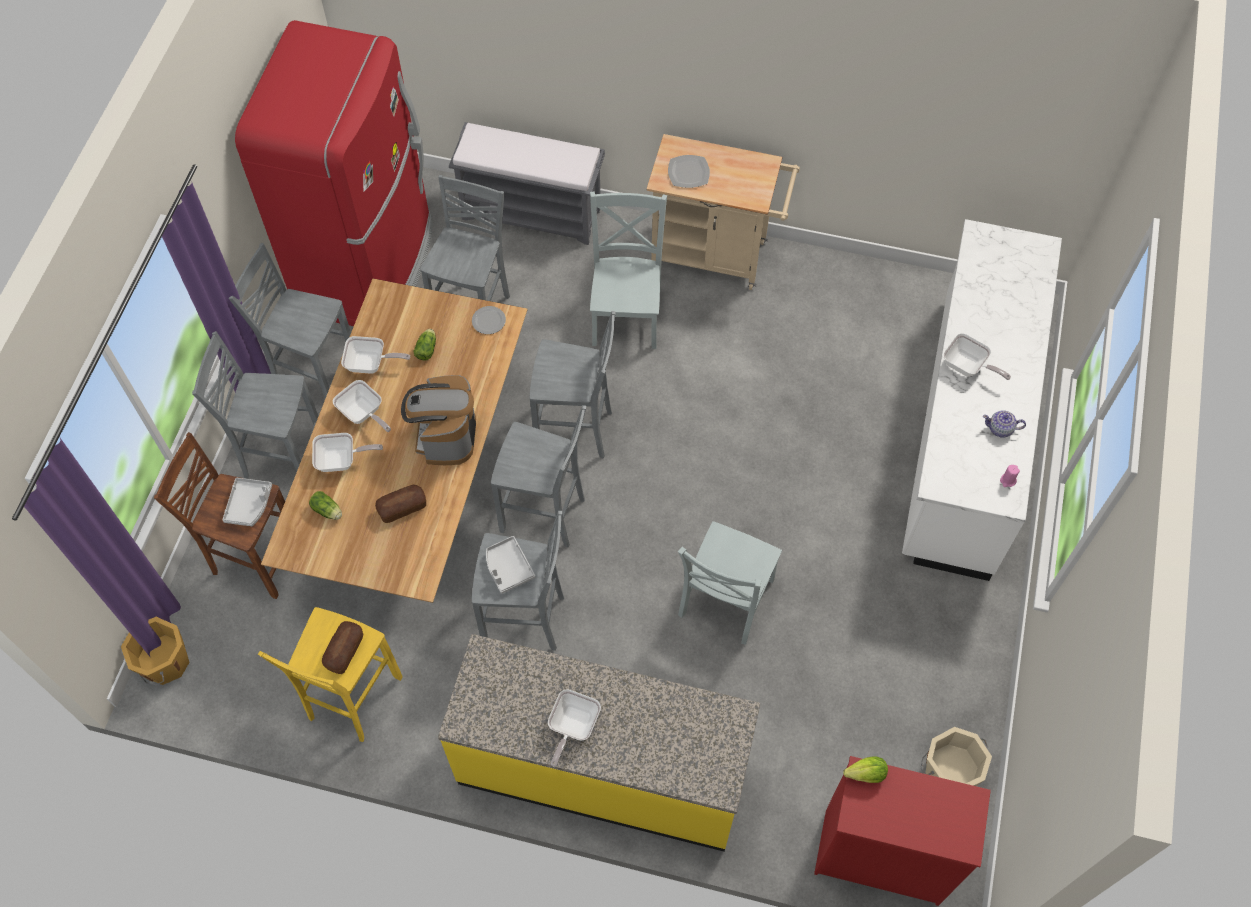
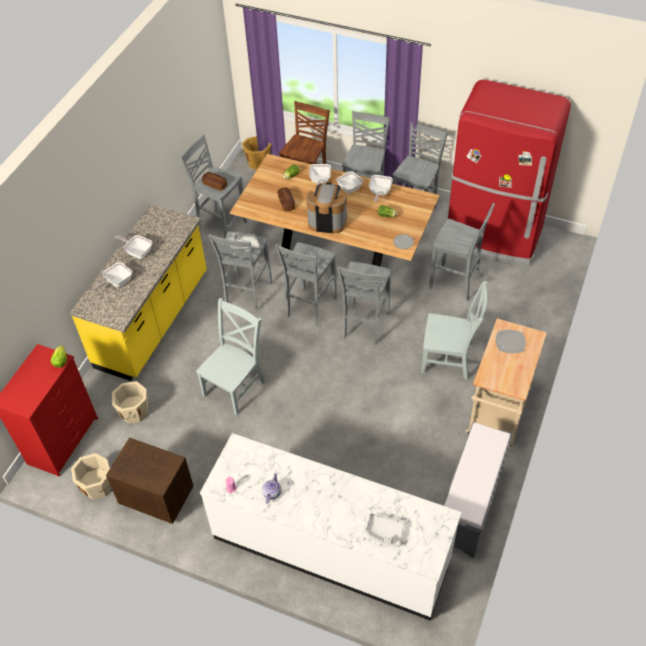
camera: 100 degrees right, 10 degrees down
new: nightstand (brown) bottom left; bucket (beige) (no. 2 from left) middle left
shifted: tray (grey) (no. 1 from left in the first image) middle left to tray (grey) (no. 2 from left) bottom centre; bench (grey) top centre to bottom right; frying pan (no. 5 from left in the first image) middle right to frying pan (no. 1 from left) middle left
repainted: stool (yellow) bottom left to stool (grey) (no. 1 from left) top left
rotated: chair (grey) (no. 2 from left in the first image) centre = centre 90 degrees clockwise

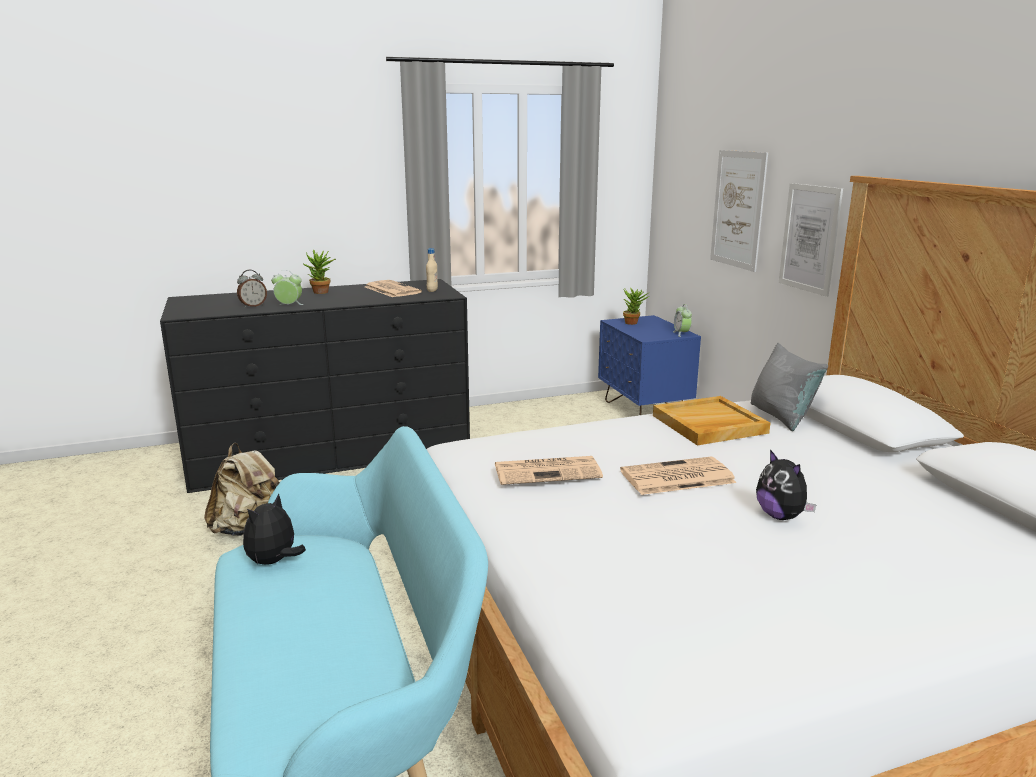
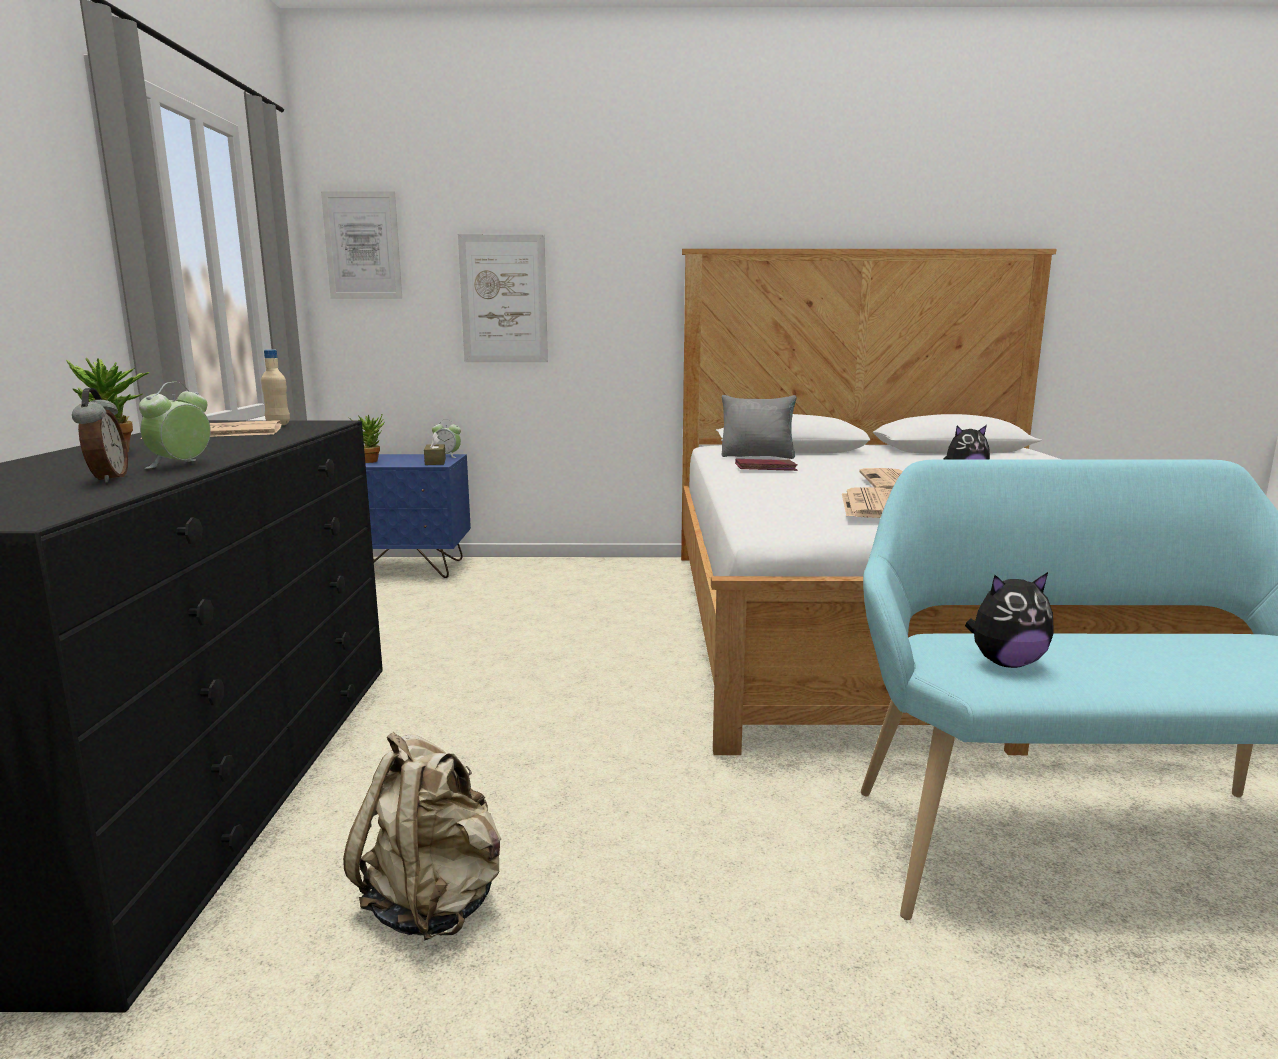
camera: 70 degrees left, 5 degrees down
new: tissue box (brown) centre
shifted: picture (no. 2 from left in the first image) top right to picture (no. 1 from left) top left
swapped: tray (beige) middle right to book (red) centre
rotated: plush toy (no. 1 from left in the first image) bottom left = middle right 60 degrees counterclockwise

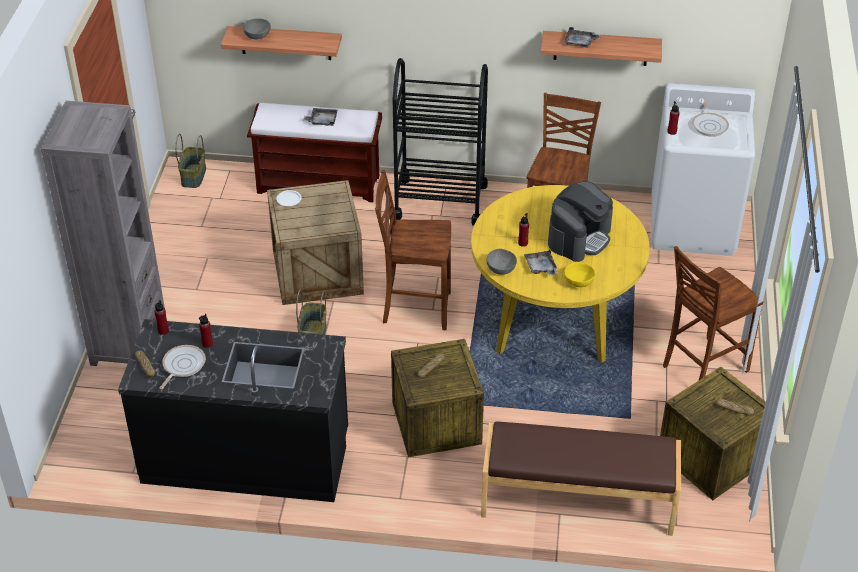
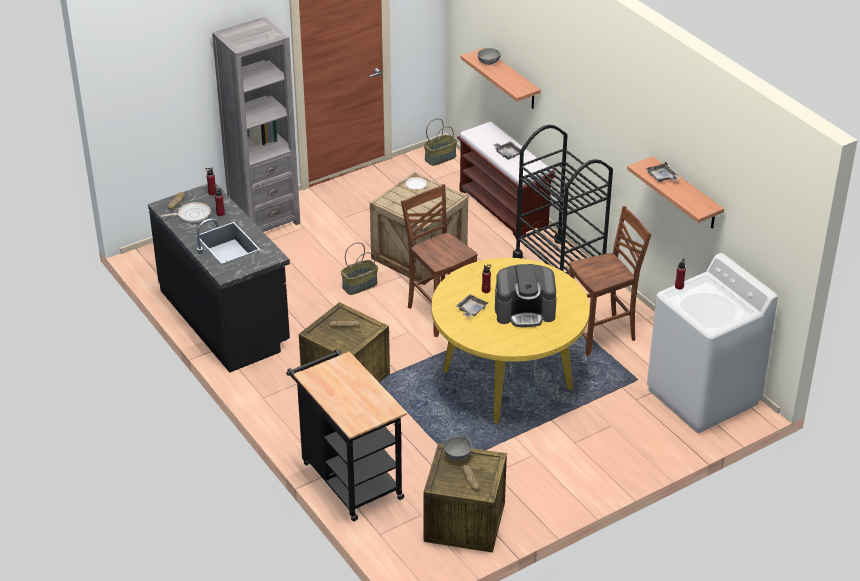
camera: 50 degrees right, 5 degrees down
gone: bowl (yellow) middle right; chair (brown) (no. 3 from left) middle right; frying pan (no. 2 from left) top right
shifted: bowl (grey) (no. 2 from left in the first image) centre to bowl (grey) (no. 1 from left) bottom centre
swapped: bench (brown) (no. 2 from left) bottom right to cart (black) (no. 1 from left) bottom centre

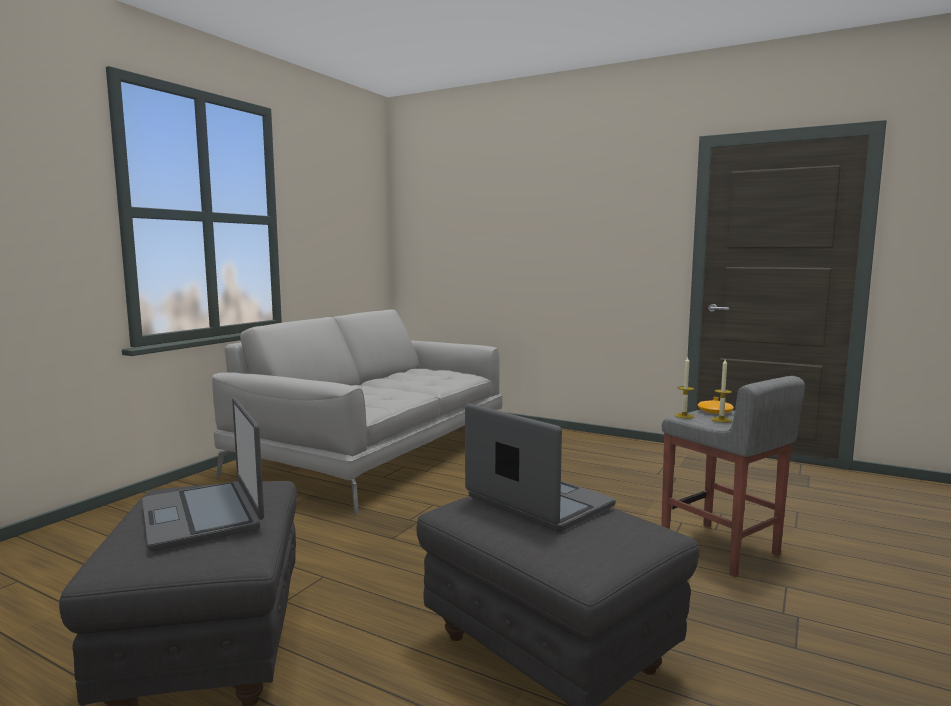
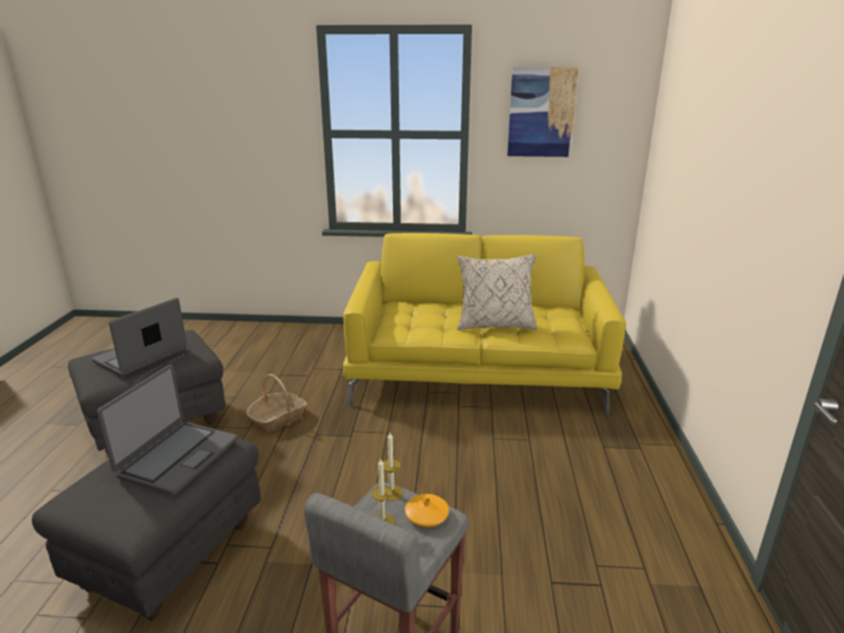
camera: 65 degrees right, 15 degrees up
new: basket middle left; pillow (beige) centre; picture top centre
repainted: sofa (grey) centre to sofa (yellow) centre

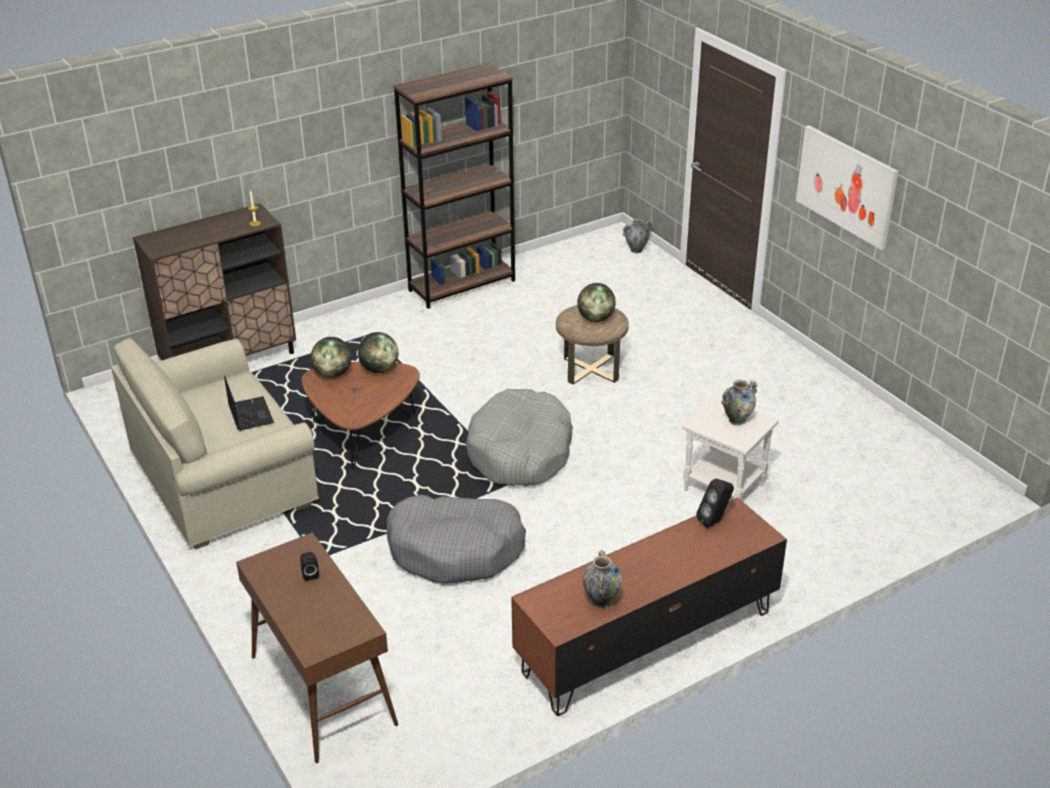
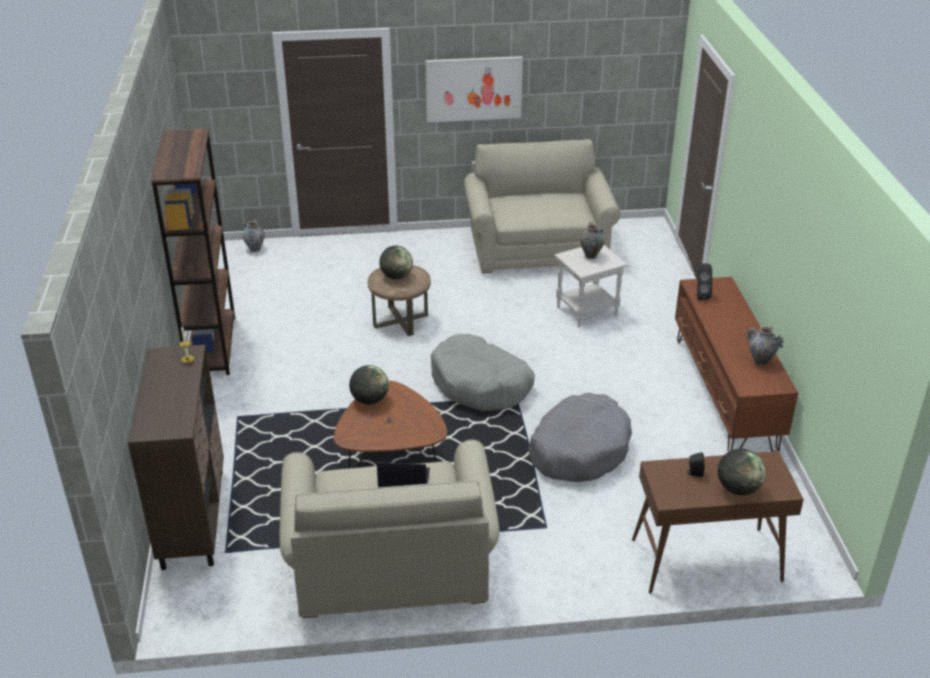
camera: 65 degrees left, 0 degrees up
new: sofa (beige) (no. 2 from left) top centre
shifted: globe (no. 1 from left in the first image) middle left to globe (no. 3 from left) bottom right

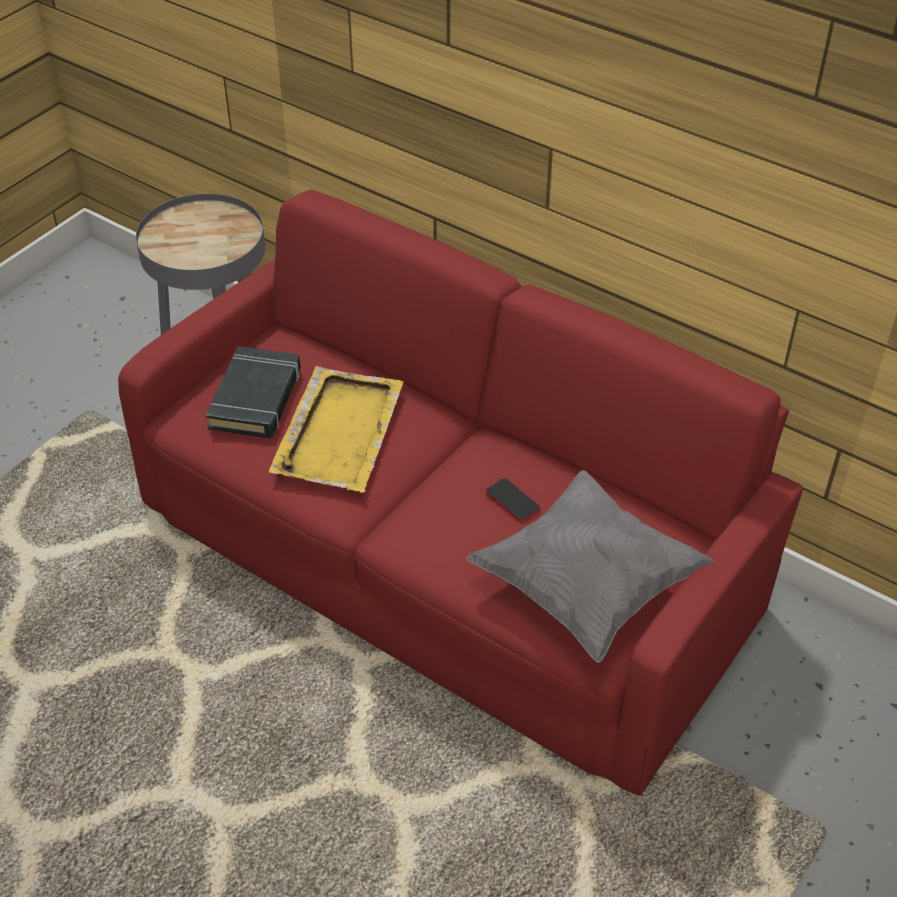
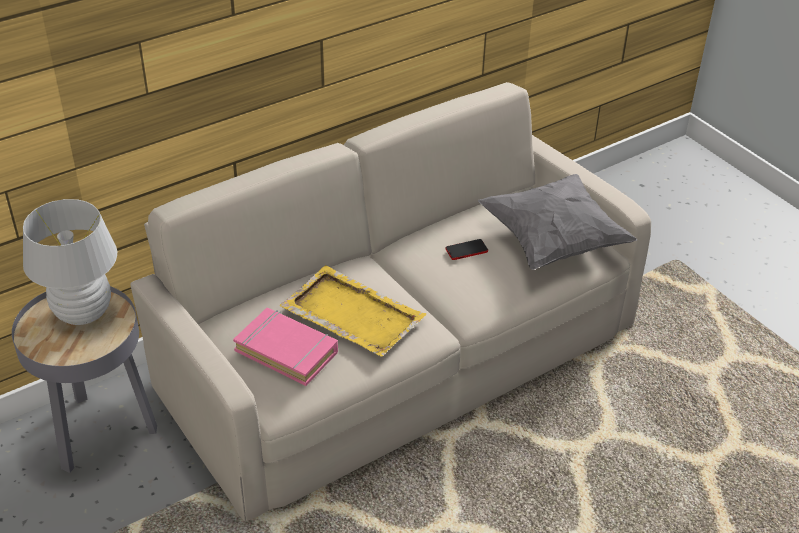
camera: 70 degrees left, 5 degrees down
new: table lamp (white) middle left
repainted: sofa (red) centre to sofa (beige) centre; book (black) middle left to book (pink) centre

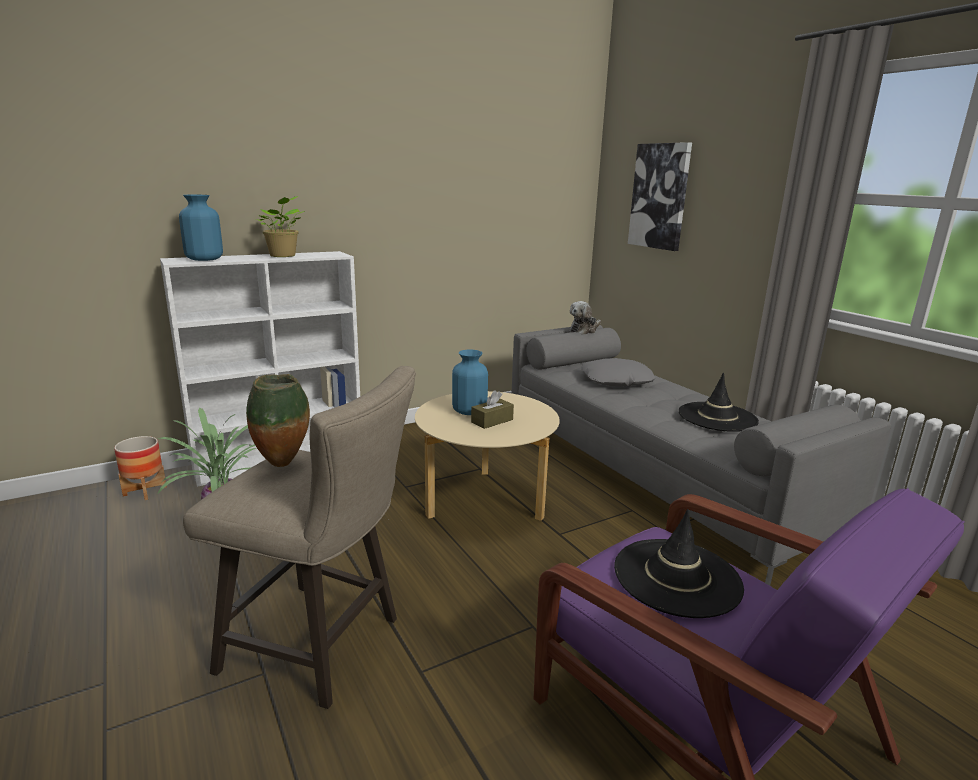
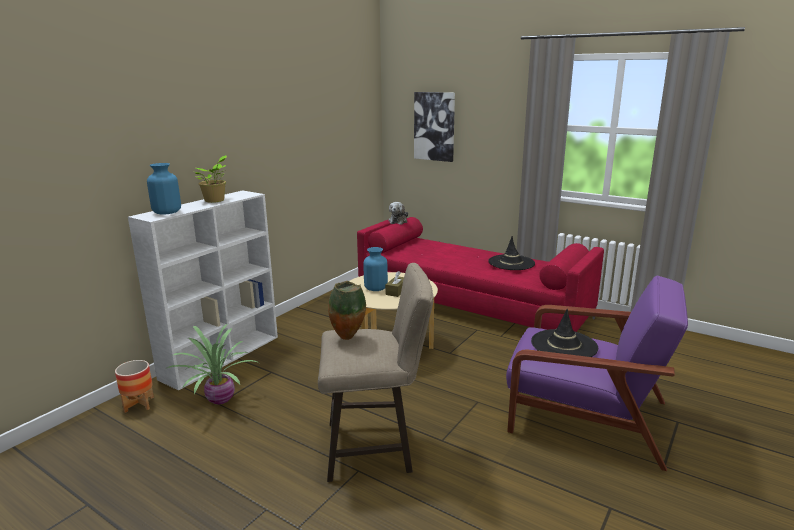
camera: 25 degrees left, 0 degrees up
gone: pillow (grey) centre
repainted: sofa (grey) middle right to sofa (red) centre

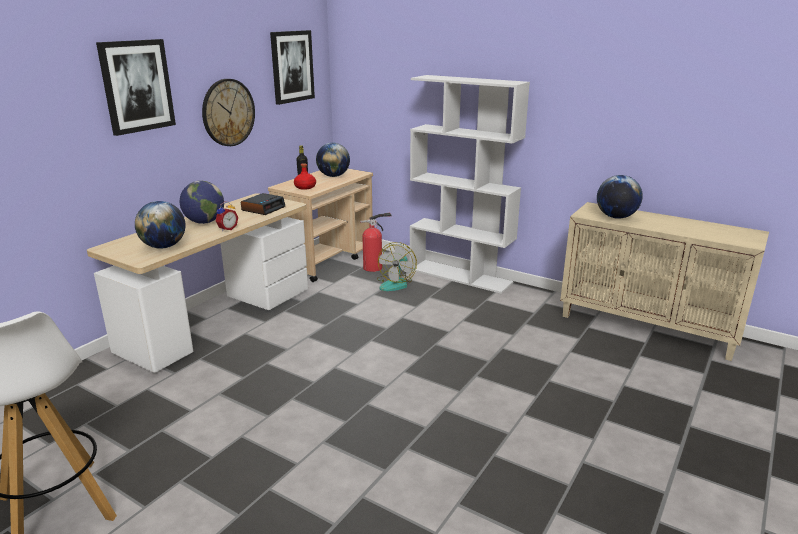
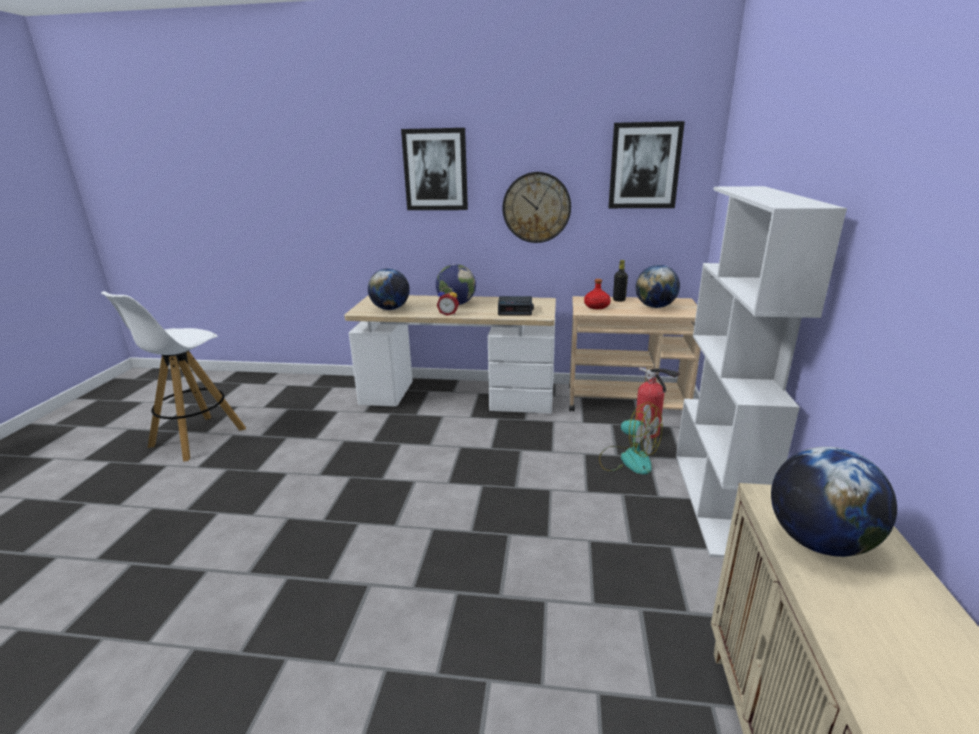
camera: 65 degrees right, 0 degrees up
rotated: fan centre = centre 135 degrees counterclockwise

